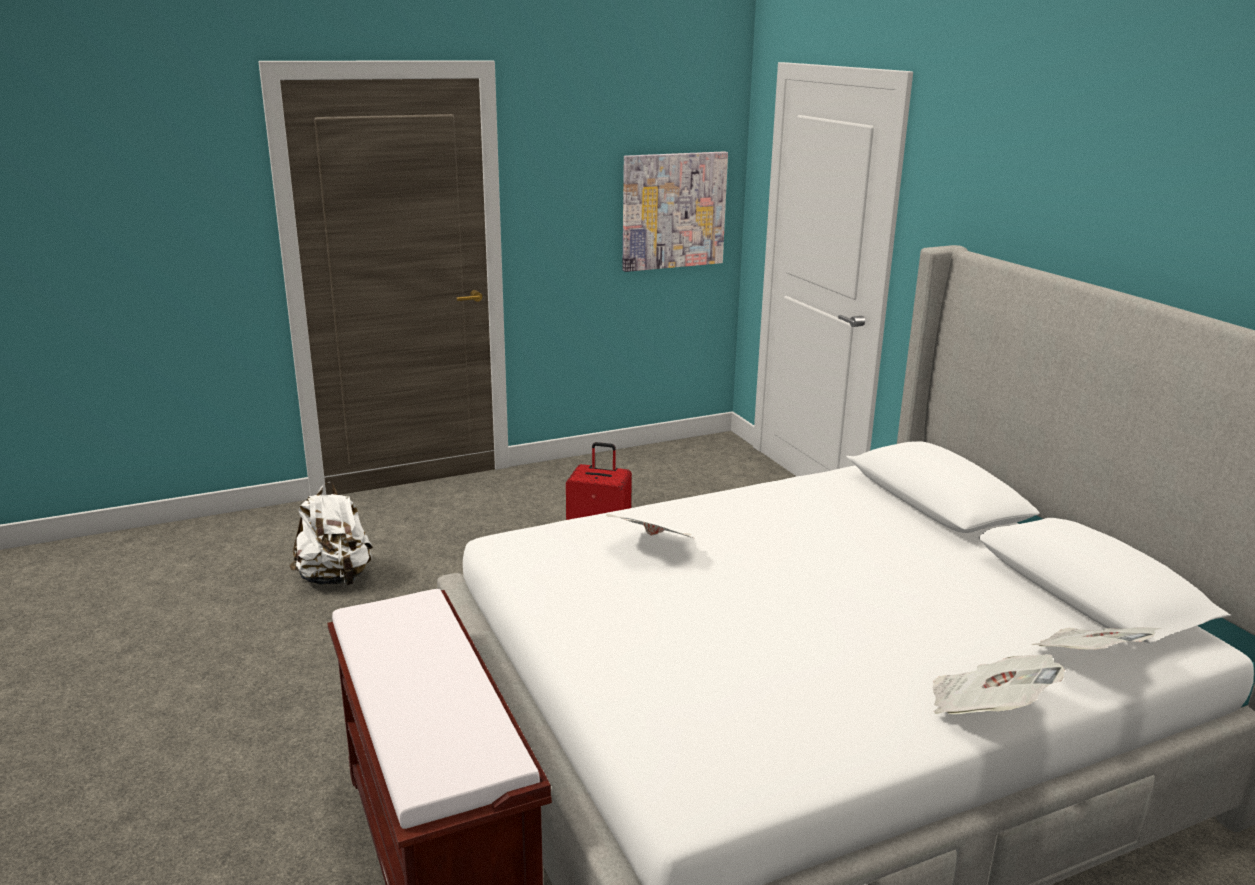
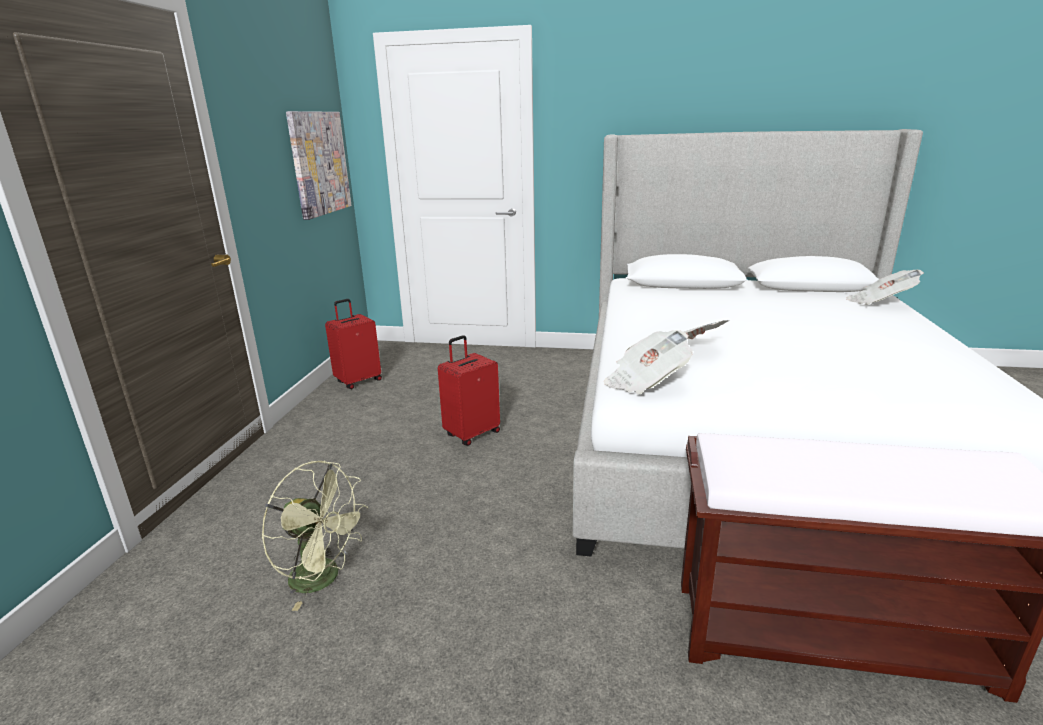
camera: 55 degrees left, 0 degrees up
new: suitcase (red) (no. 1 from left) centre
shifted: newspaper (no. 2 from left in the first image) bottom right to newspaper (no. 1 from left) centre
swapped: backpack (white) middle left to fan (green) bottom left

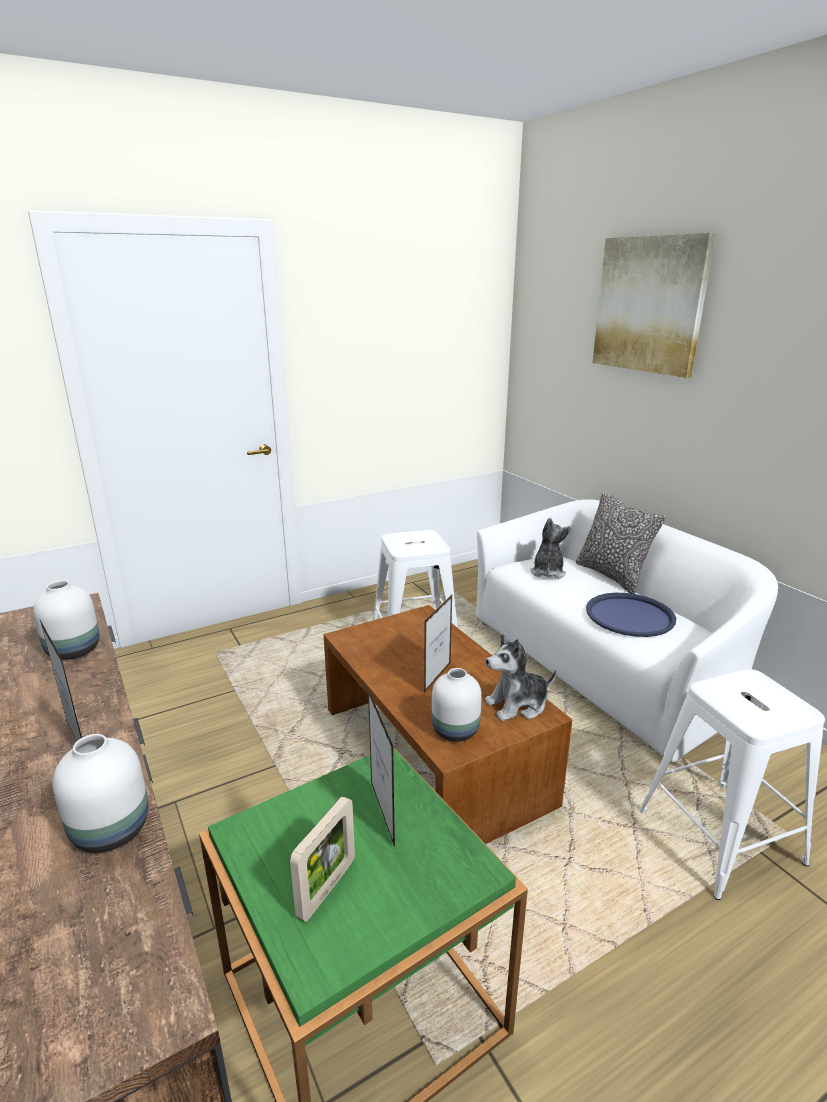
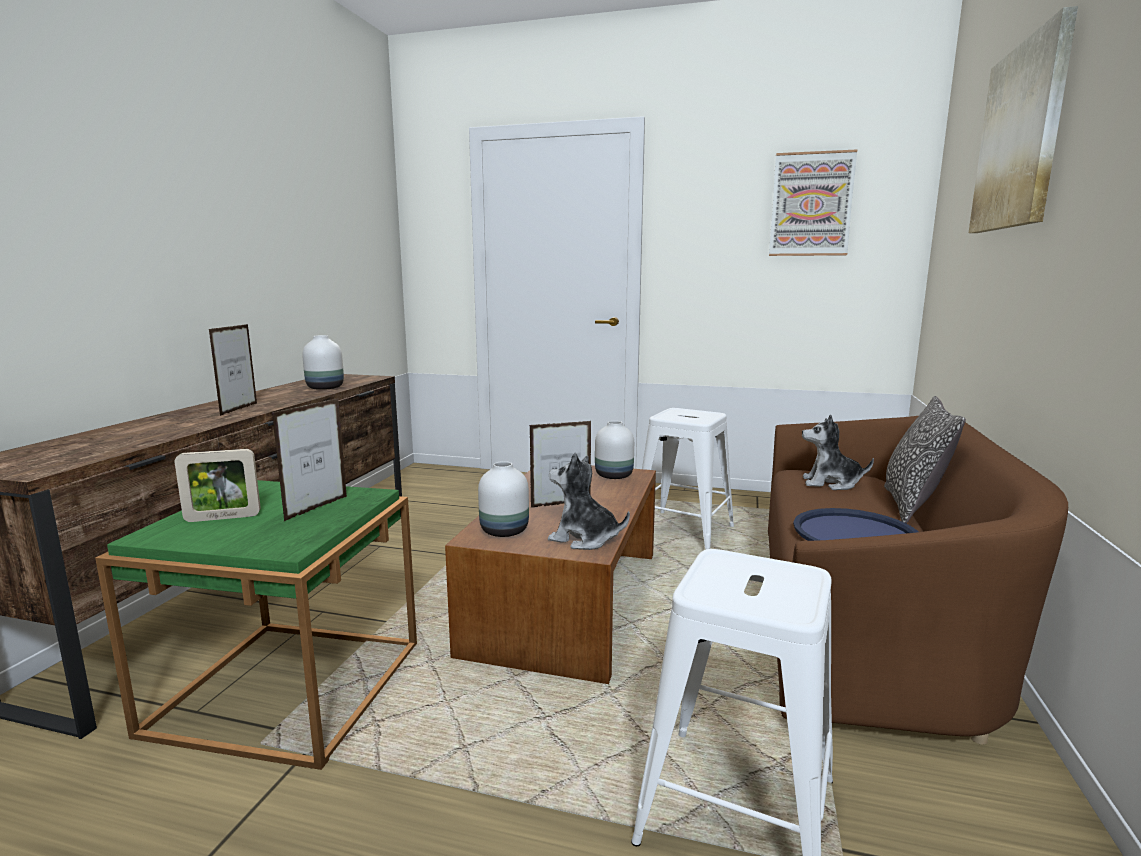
camera: 45 degrees right, 10 degrees down
new: picture (no. 1 from left) top right
shifted: vase (white) (no. 2 from left in the first image) bottom left to vase (white) (no. 3 from left) centre
repainted: sofa (white) middle right to sofa (brown) bottom right
rotated: plush toy (no. 2 from left) centre = middle right 135 degrees counterclockwise

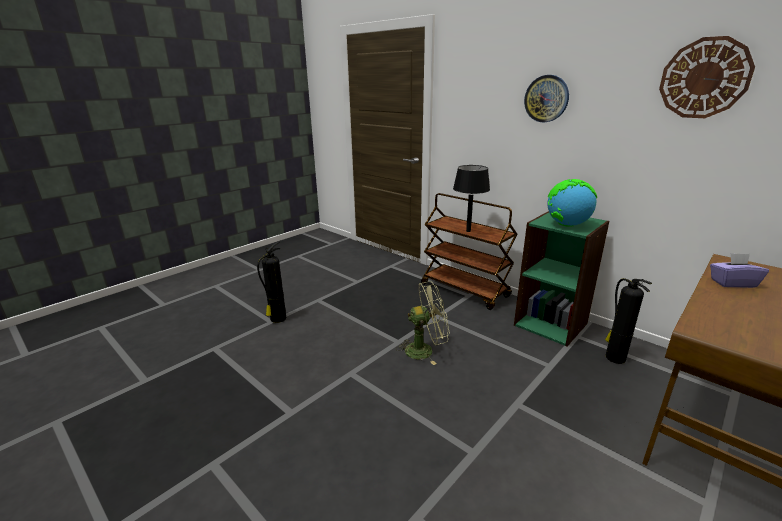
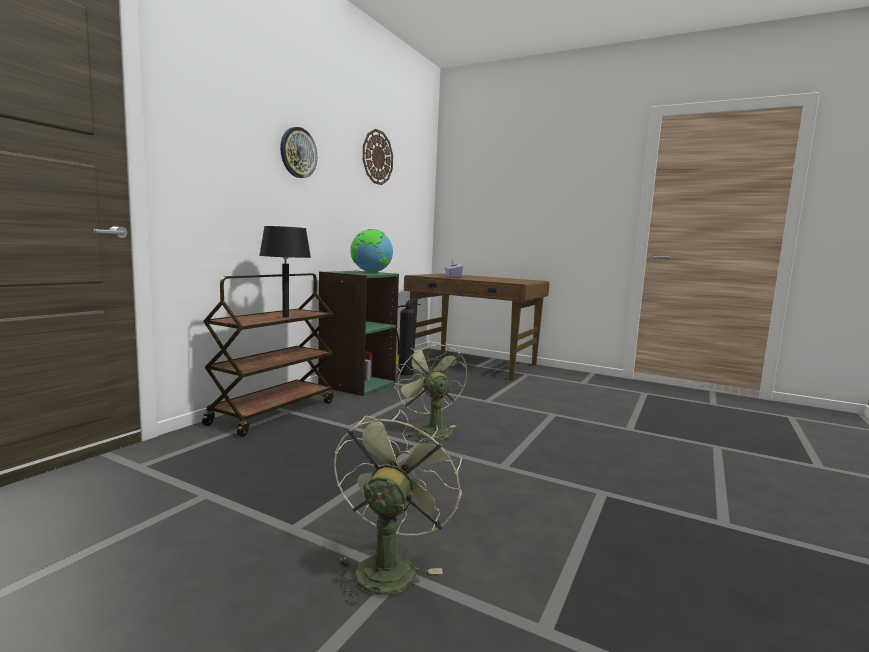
camera: 105 degrees left, 15 degrees down
swapped: fire extinguisher (no. 1 from left) centre to fan (green) (no. 1 from left) bottom centre

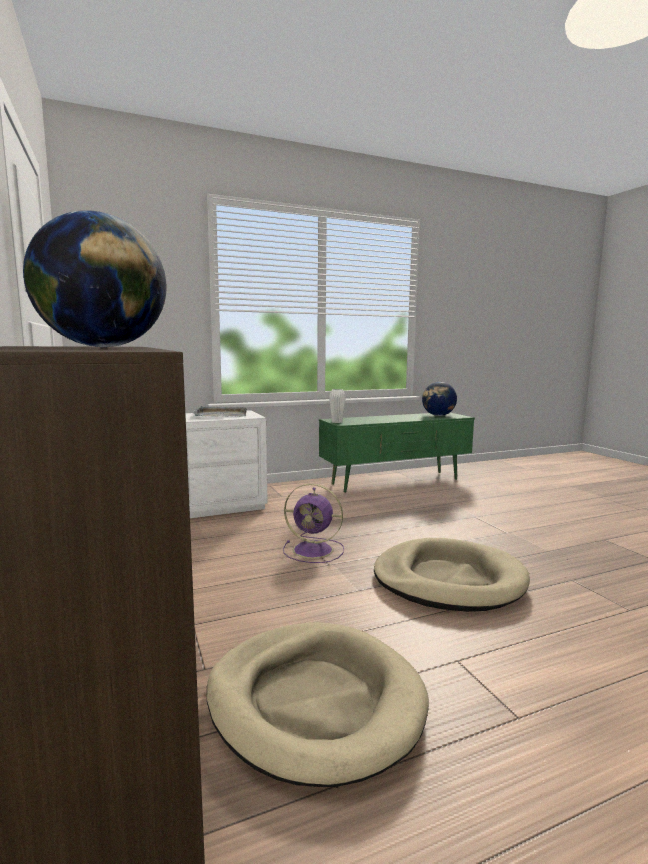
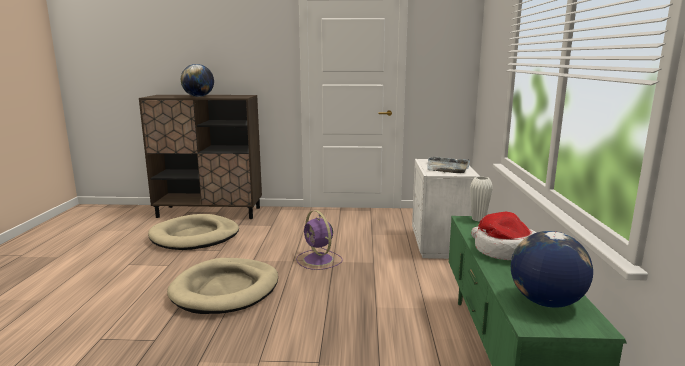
camera: 115 degrees right, 5 degrees up
new: hat middle right
rotated: fan (purple) centre = centre 75 degrees counterclockwise

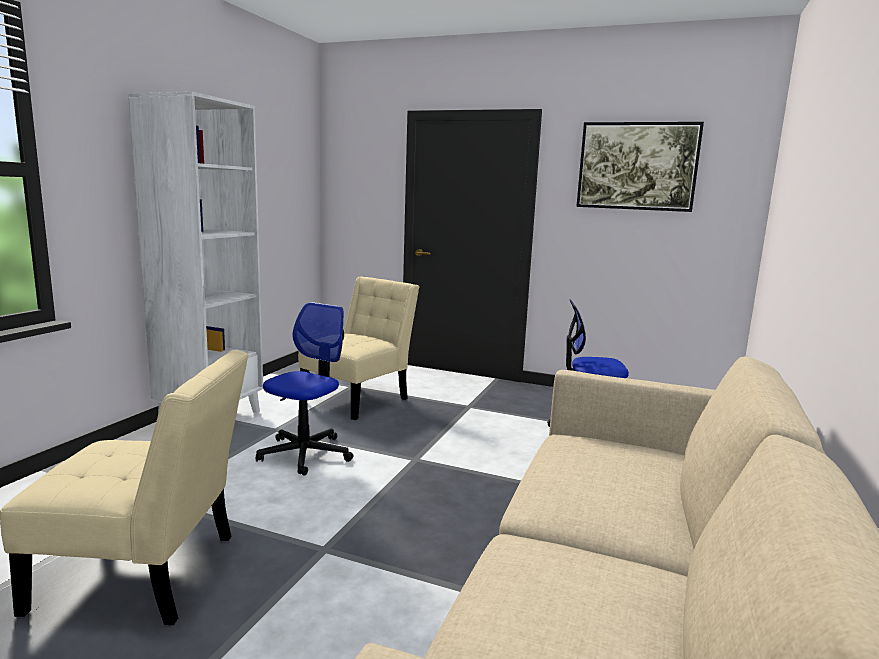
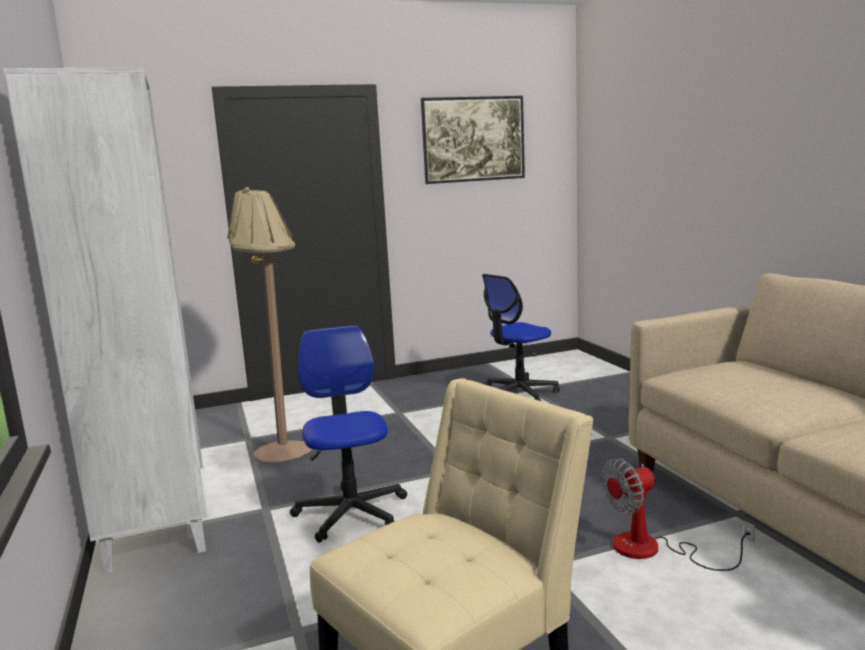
camera: 40 degrees left, 0 degrees up
new: fan bottom right
swapped: chair (beige) (no. 2 from left) centre to floor lamp (beige) middle left

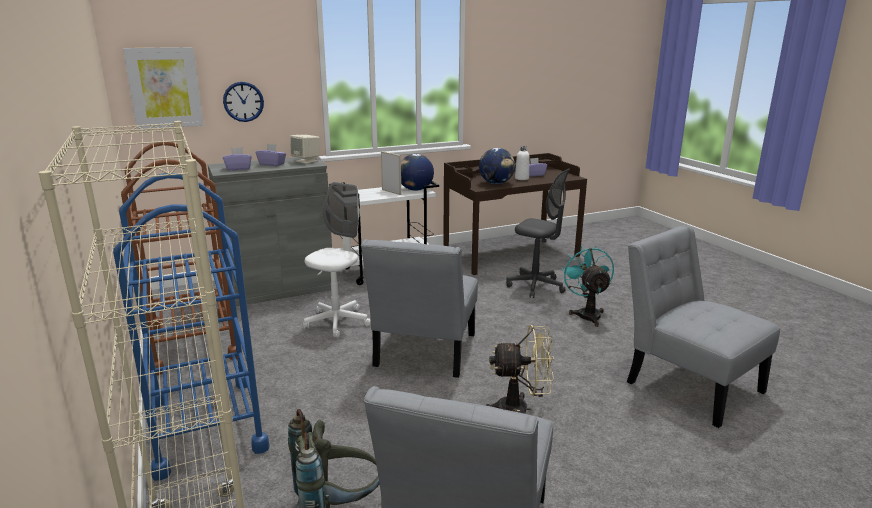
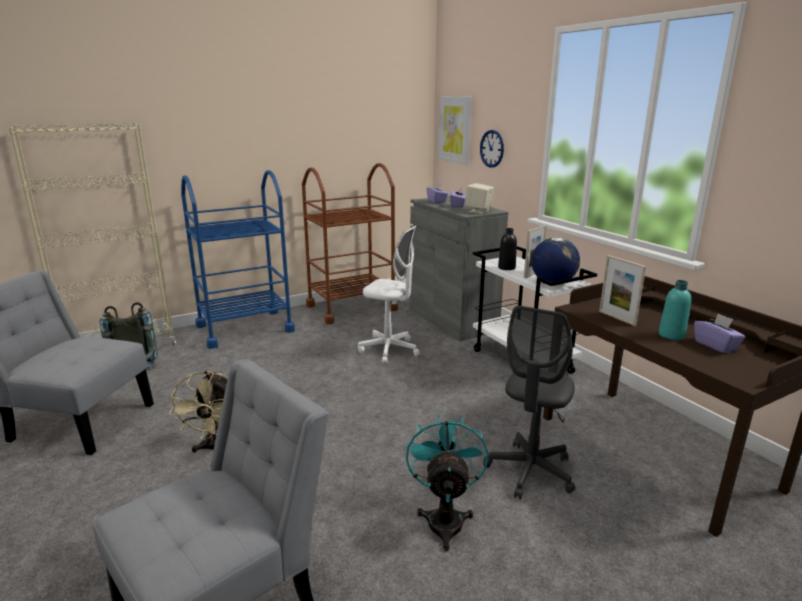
camera: 85 degrees right, 0 degrees up
gone: chair (grey) (no. 1 from left) centre
new: bottle (black) centre
swapped: globe (no. 2 from left) top centre to picture frame (no. 2 from left) middle right
repainted: bottle (white) top centre to bottle (turquoise) middle right
rotated: fan (turquoise) middle right = bottom centre 75 degrees counterclockwise

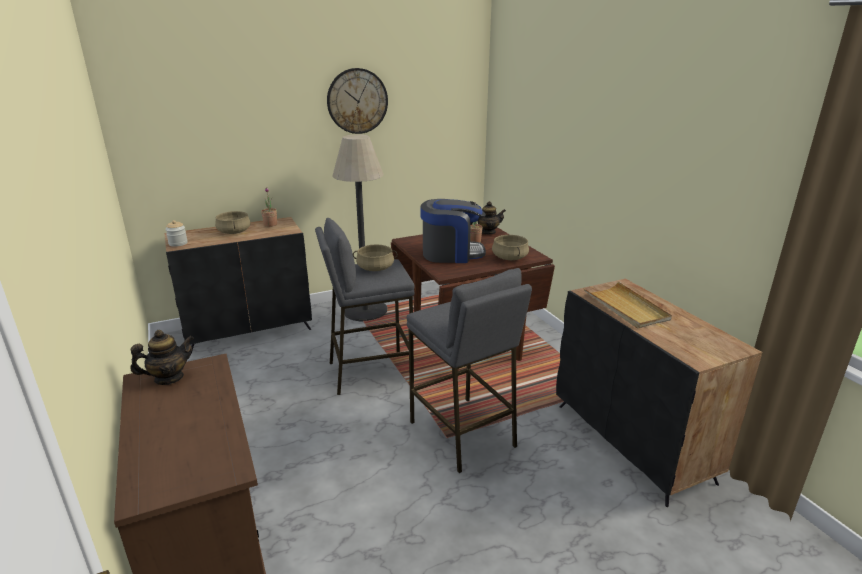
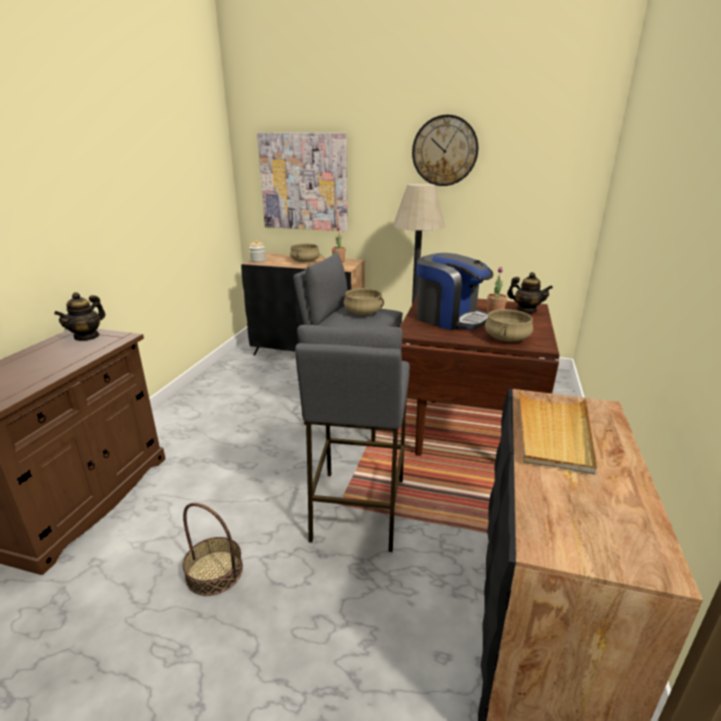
camera: 40 degrees right, 0 degrees up
new: basket bottom left; picture top centre
rotated: teapot (no. 1 from left) middle left = middle left 105 degrees clockwise

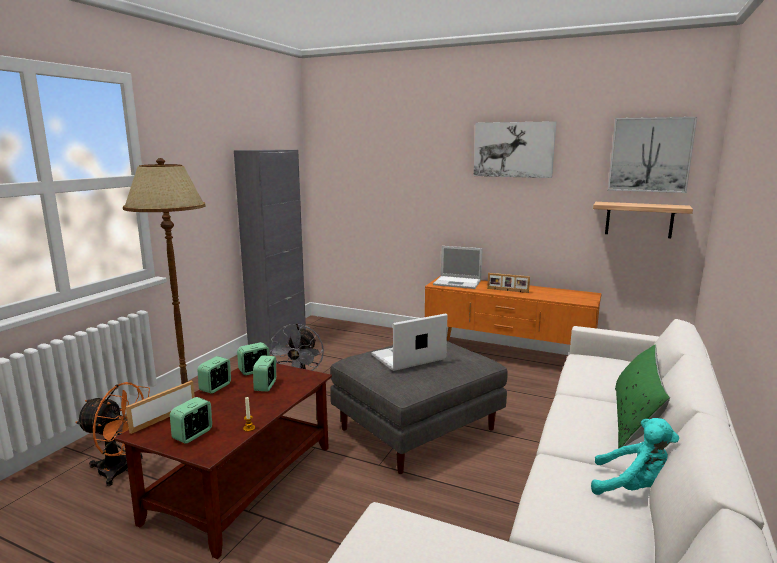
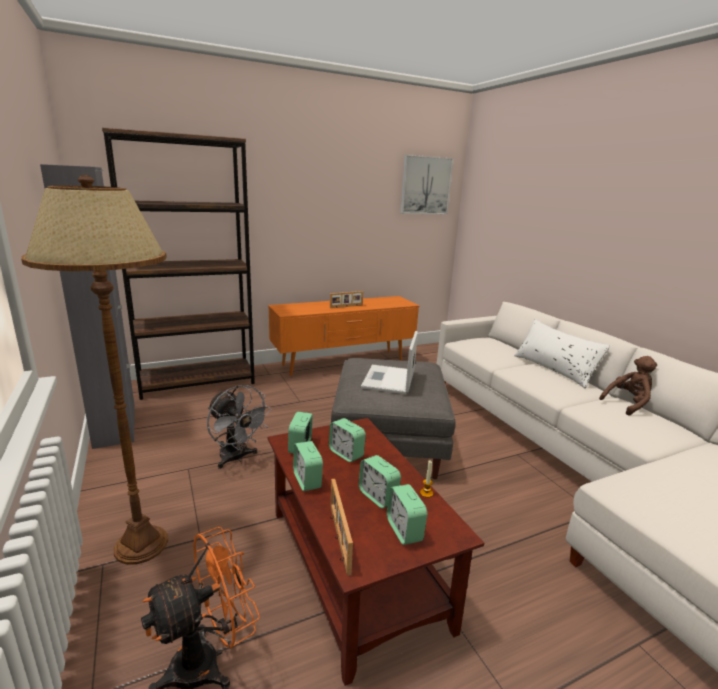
camera: 50 degrees left, 5 degrees up
gone: laptop (no. 2 from left) centre; picture (no. 1 from left) top centre; shelf middle right
new: bookcase (brown) middle left; alarm clock (no. 4 from left) bottom centre
repainted: plush toy (turquoise) bottom right to plush toy (brown) middle right; pillow (green) bottom right to pillow (white) middle right

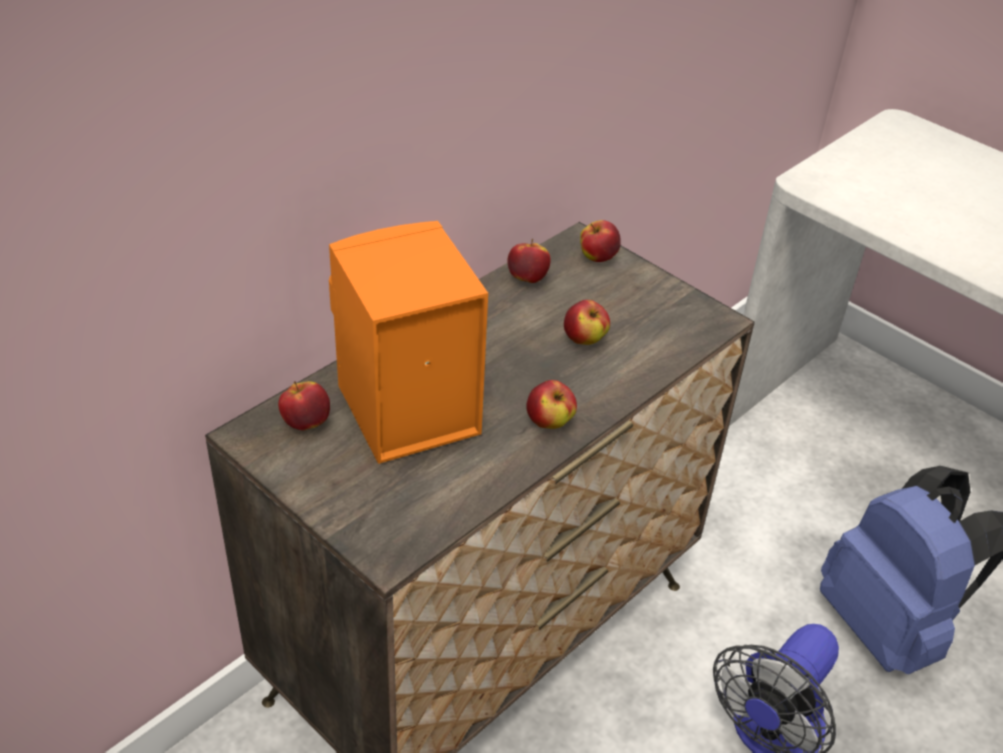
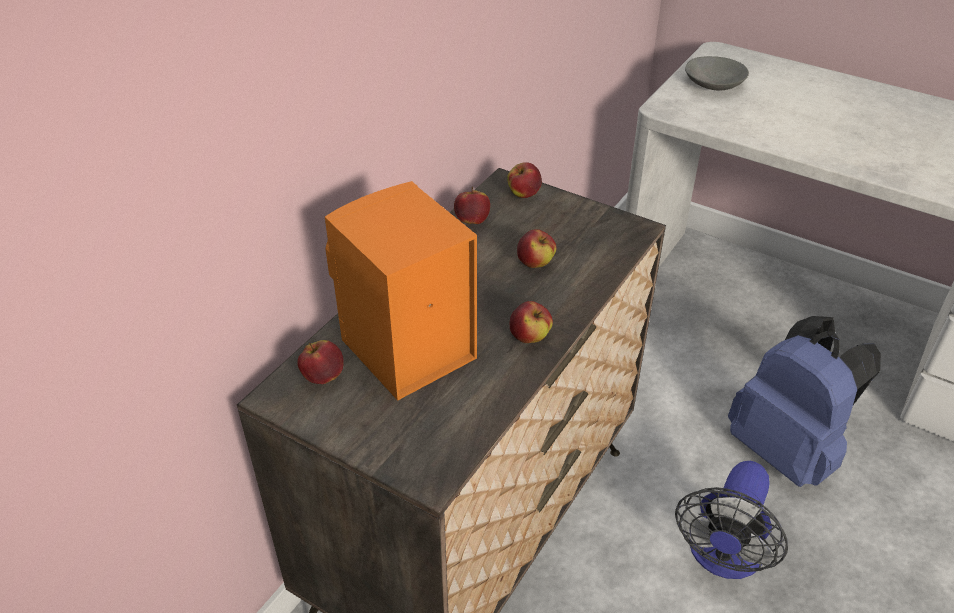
camera: 10 degrees left, 0 degrees up
new: bowl (grey) top right

